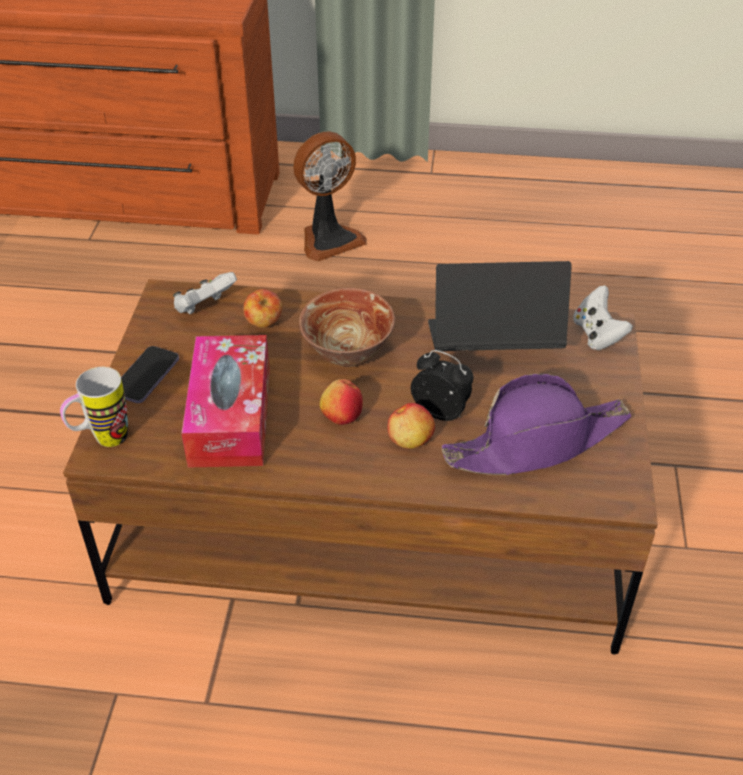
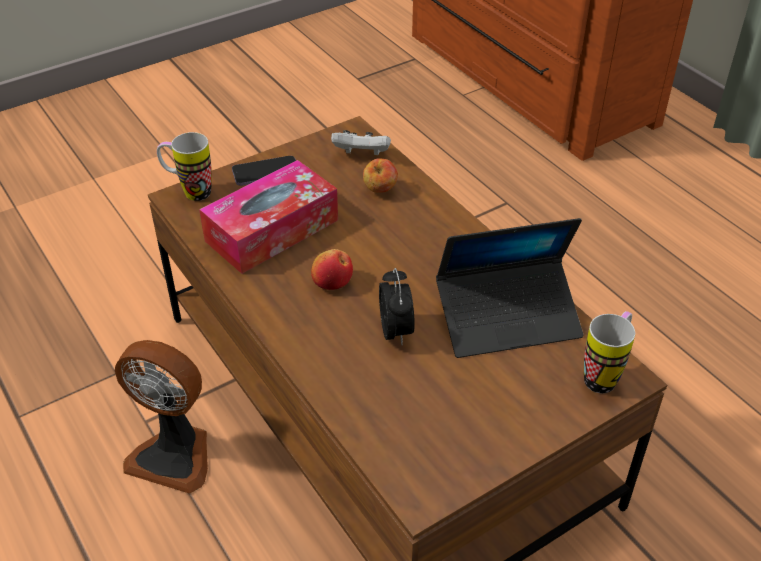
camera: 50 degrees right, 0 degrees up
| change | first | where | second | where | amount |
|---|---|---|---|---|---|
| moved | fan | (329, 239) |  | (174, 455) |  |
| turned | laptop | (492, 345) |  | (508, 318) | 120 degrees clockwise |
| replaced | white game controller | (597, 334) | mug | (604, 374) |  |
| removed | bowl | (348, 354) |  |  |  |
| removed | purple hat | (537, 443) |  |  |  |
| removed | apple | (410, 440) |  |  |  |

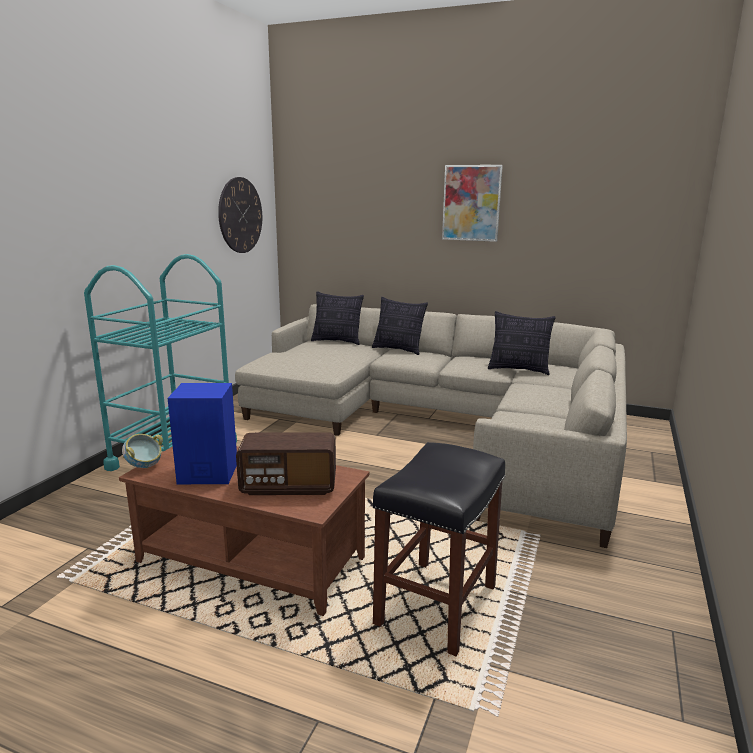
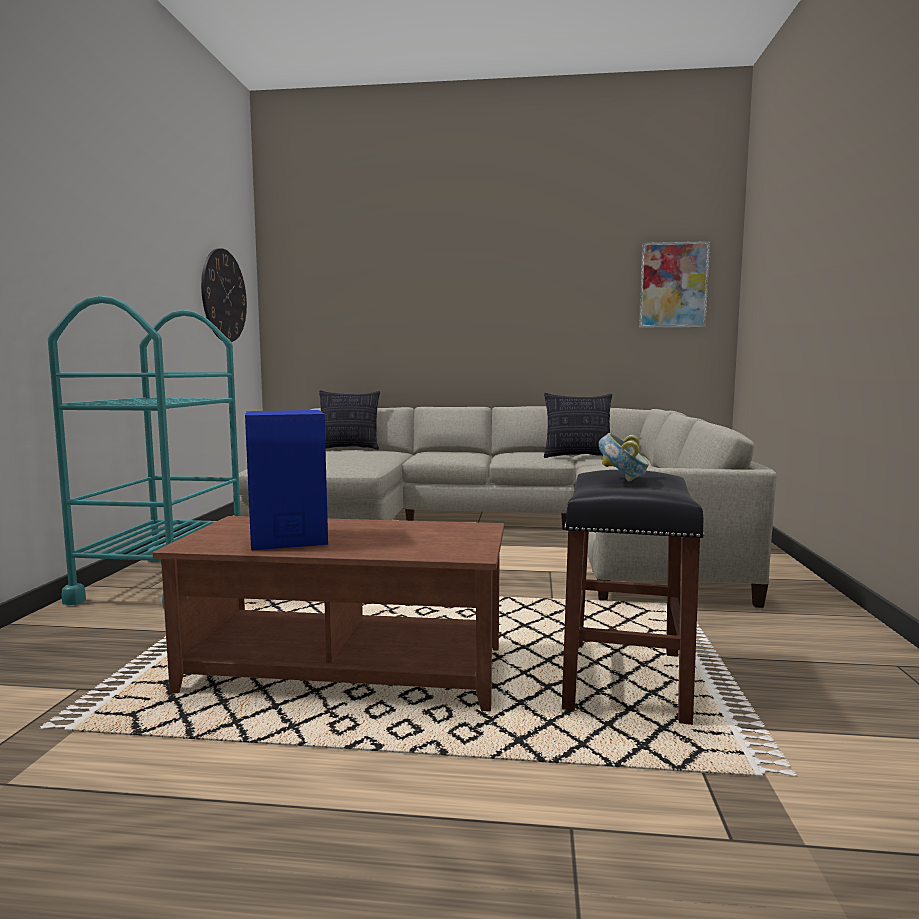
camera: 15 degrees left, 10 degrees down
| change | first | where | second | where | amount |
|---|---|---|---|---|---|
| moved | picture | (471, 203) |  | (673, 285) |  |
| removed | pillow | (398, 350) |  |  |  |
| removed | radio | (289, 486) |  |  |  |
| moved | bowl | (144, 467) |  | (623, 481) |  |

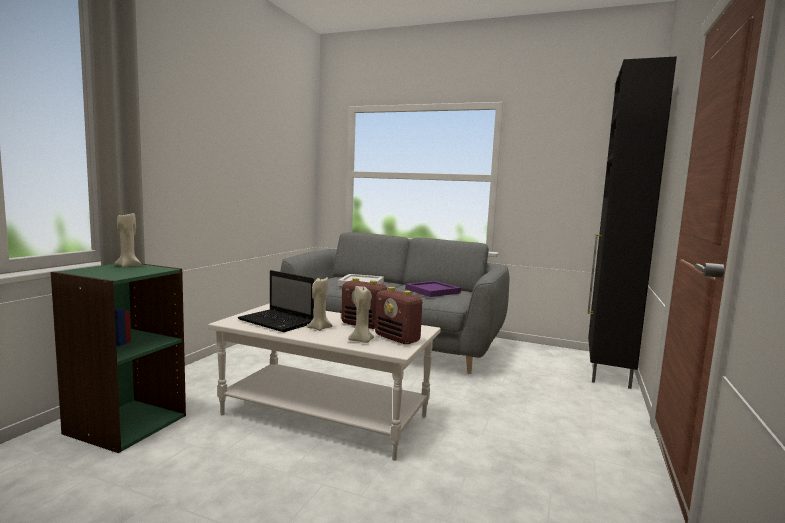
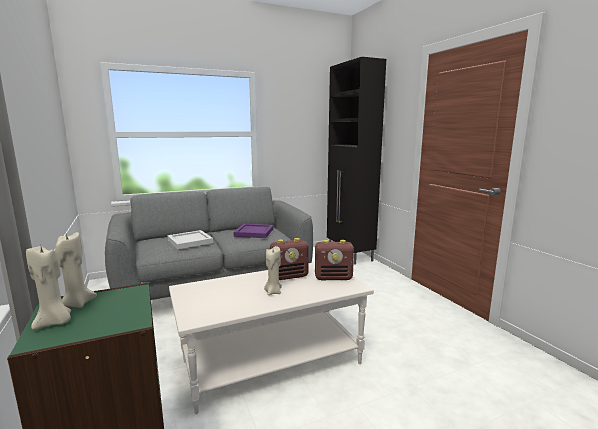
camera: 45 degrees left, 5 degrees up
| change | first | where | second | where | amount |
|---|---|---|---|---|---|
| removed | laptop | (277, 322) |  |  |  |
| moved | beige candle | (362, 341) |  | (55, 323) |  |

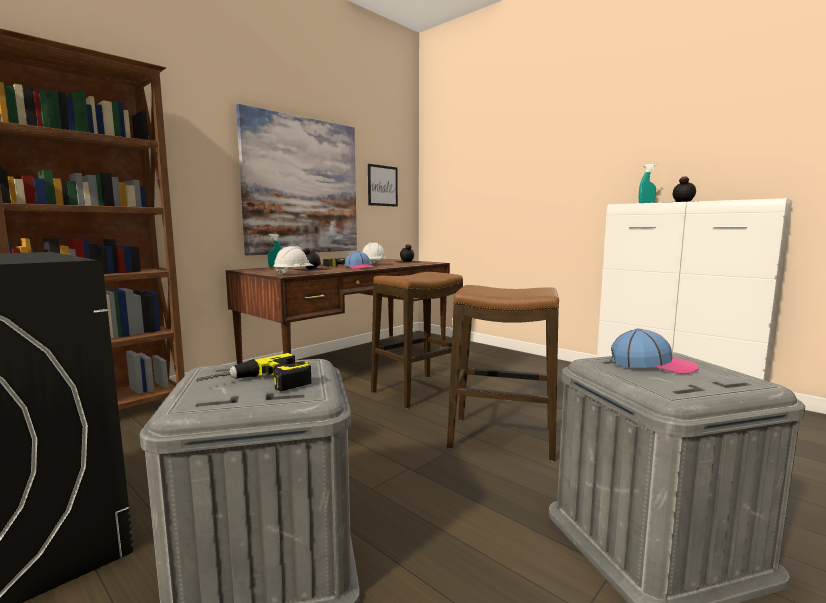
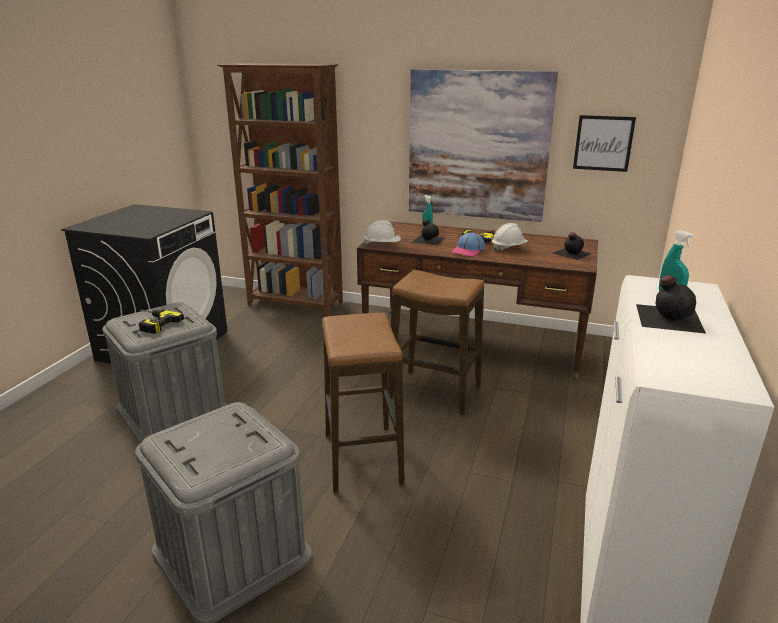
camera: 65 degrees right, 15 degrees up
| change | first | where | second | where | amount |
|---|---|---|---|---|---|
| removed | cap | (652, 364) |  |  |  |

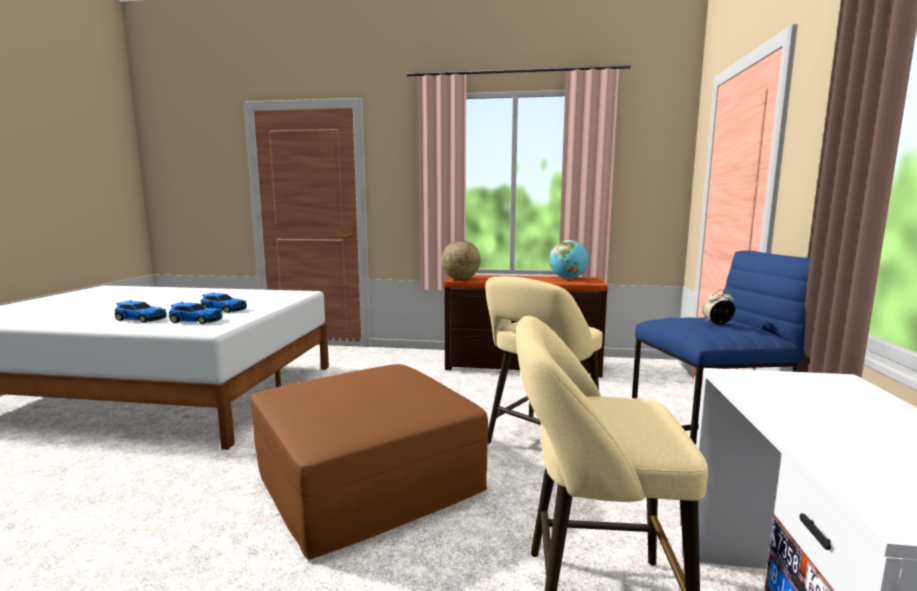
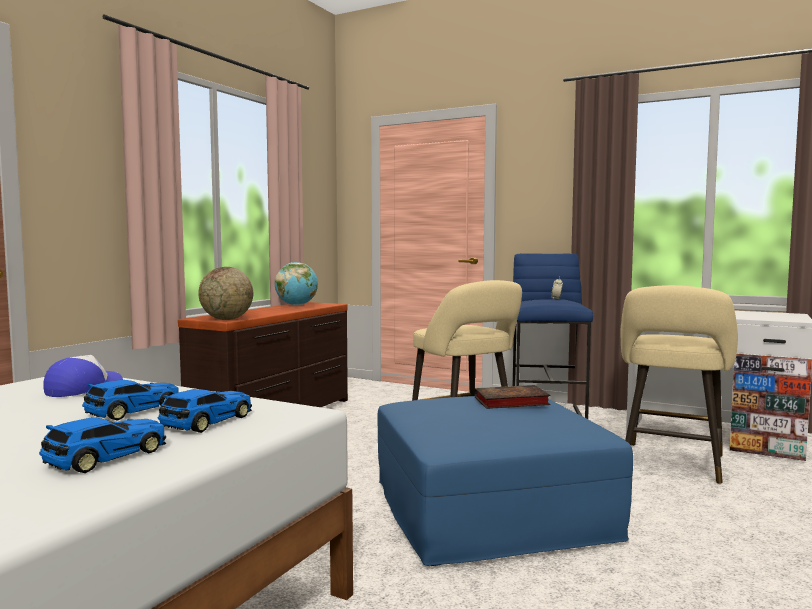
camera: 70 degrees left, 5 degrees down
| change | first | where | second | where | amount |
|---|---|---|---|---|---|
| recoloured | brown ottoman | (368, 478) | blue ottoman | (490, 510) |  |
| added |  |  | cap | (83, 388) |  |
| added |  |  | book | (509, 402) |  |

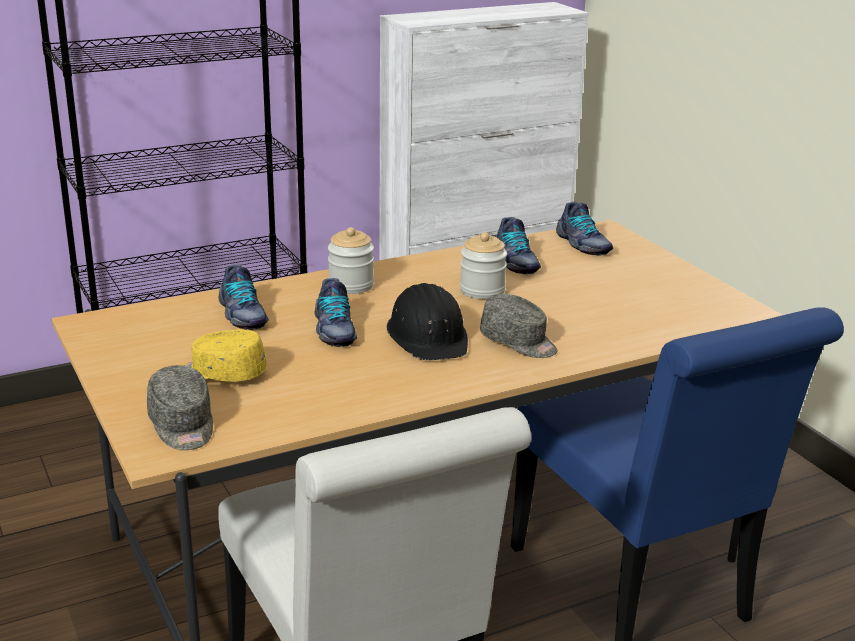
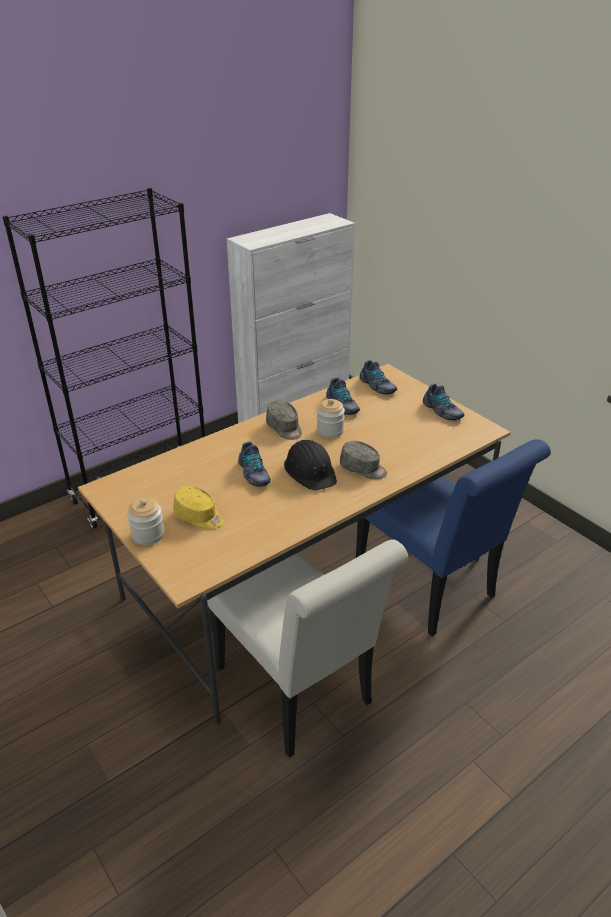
camera: 10 degrees left, 10 degrees up
| change | first | where | second | where | amount |
|---|---|---|---|---|---|
| moved | jar | (351, 285) |  | (148, 534) |  |
| moved | shoe | (242, 314) |  | (442, 411) |  |
| turned | yellow cap | (221, 373) |  | (199, 516) | 150 degrees counterclockwise |
| moved | grey cap | (182, 425) |  | (284, 428) |  |

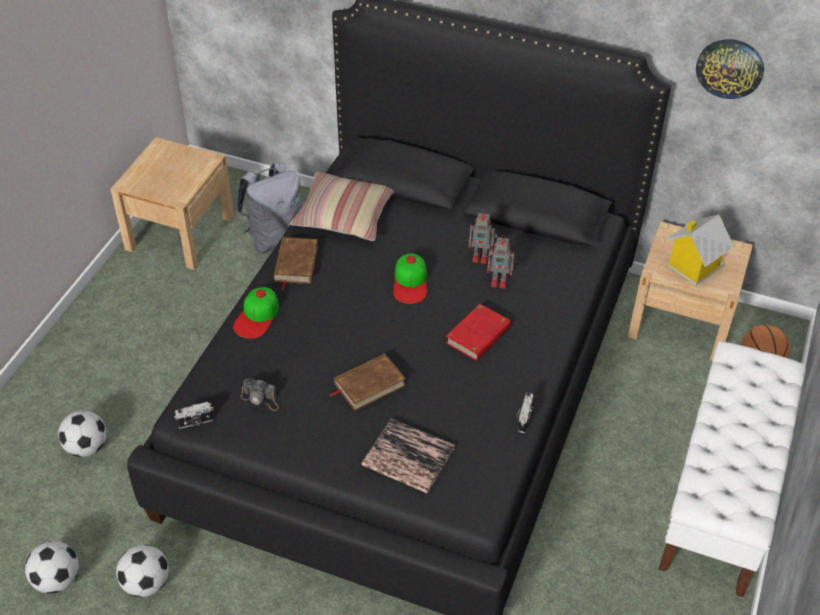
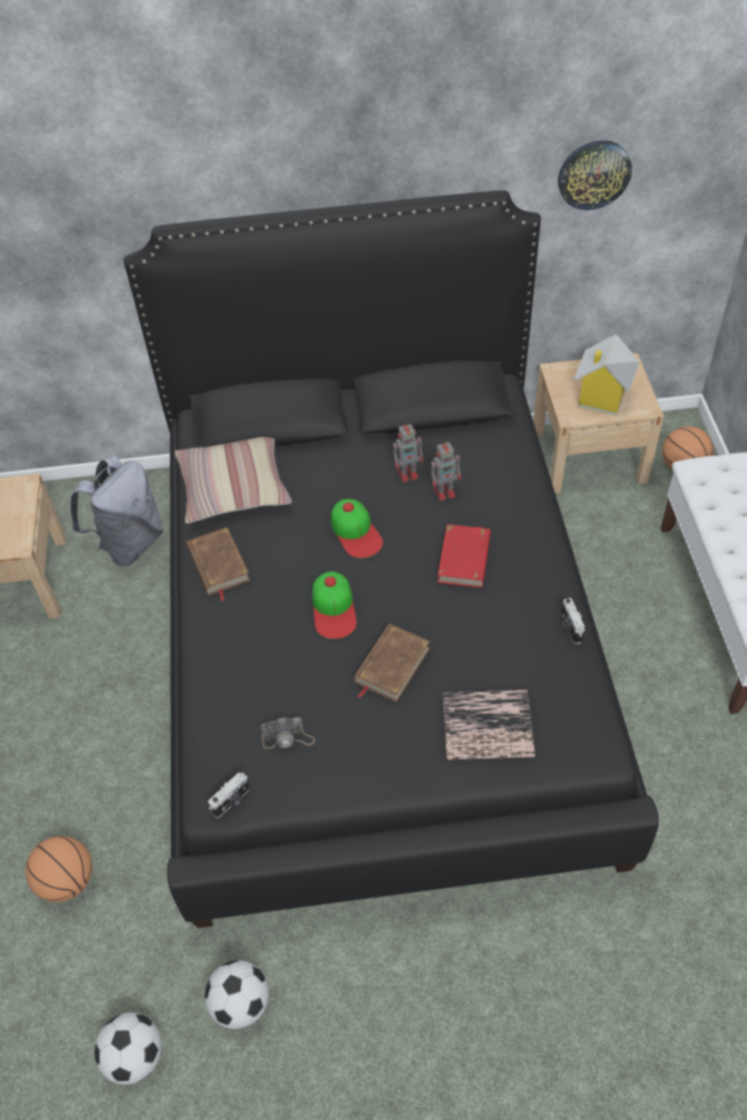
camera: 25 degrees left, 5 degrees up
| change | first | where | second | where | amount |
|---|---|---|---|---|---|
| moved | cap | (257, 316) |  | (334, 608) |  |
| replaced | football | (87, 447) | basketball | (67, 881) |  |

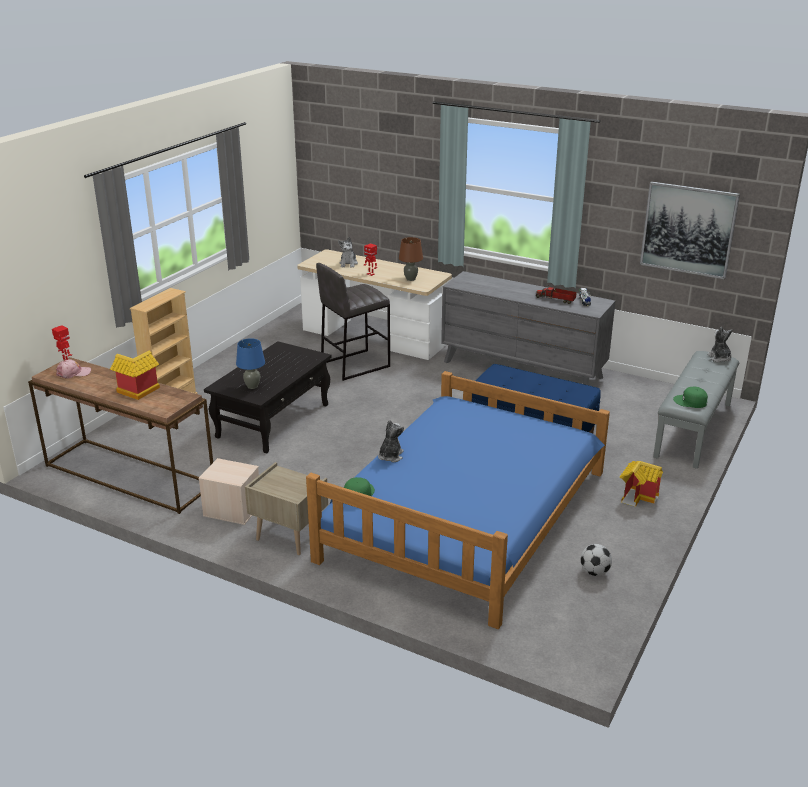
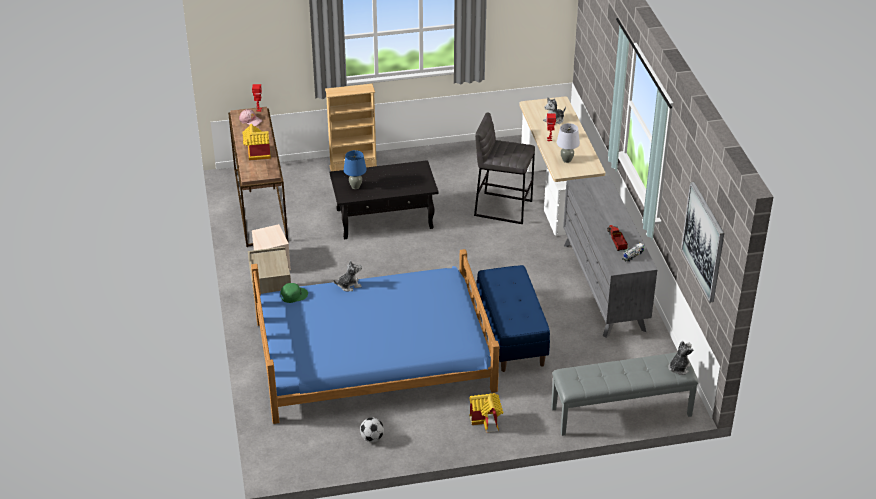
camera: 50 degrees right, 10 degrees up
| change | first | where | second | where | amount |
|---|---|---|---|---|---|
| recoloured | brown table lamp | (411, 279) | grey table lamp | (567, 160) |  |
| removed | green cap | (690, 401) |  |  |  |

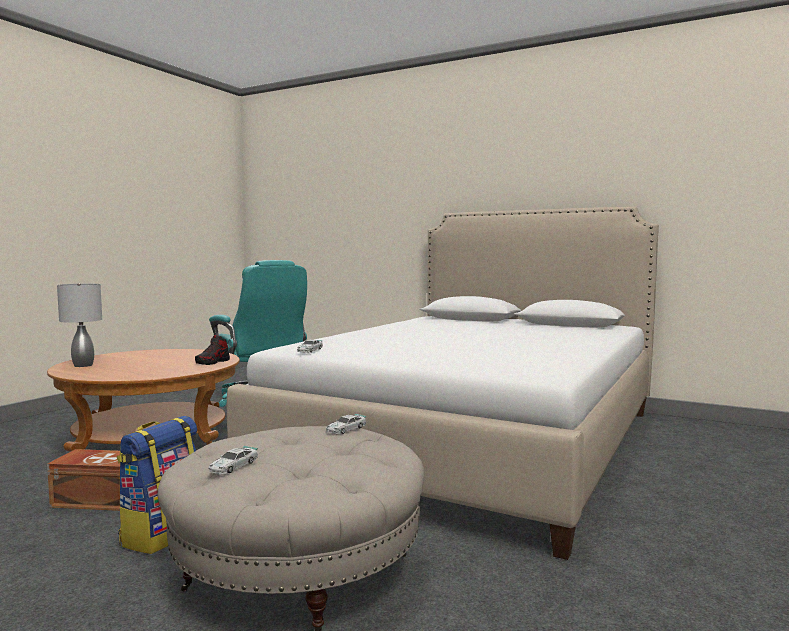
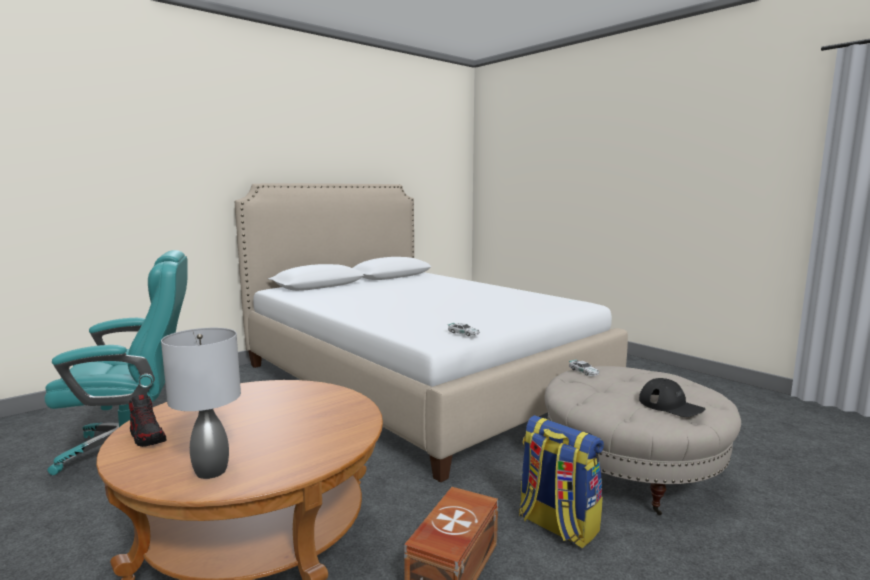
camera: 70 degrees left, 5 degrees up
| change | first | where | second | where | amount |
|---|---|---|---|---|---|
| moved | shoe | (212, 362) |  | (147, 436) |  |
| replaced | toy car | (233, 466) | black cap | (671, 405) |  |

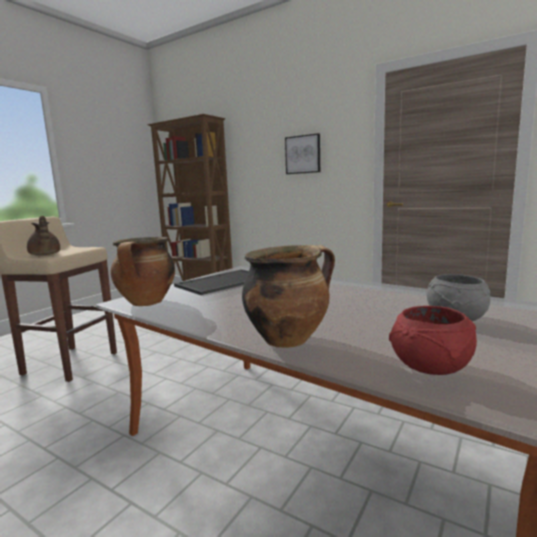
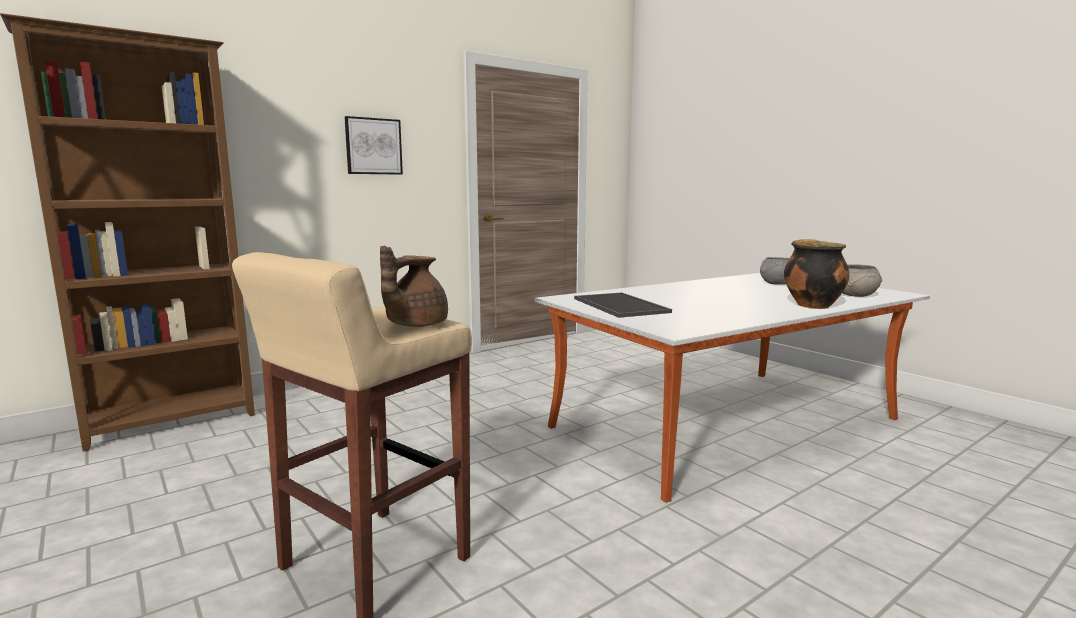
camera: 70 degrees left, 0 degrees up
| change | first | where | second | where | amount |
|---|---|---|---|---|---|
| turned | brown teapot | (44, 255) |  | (414, 325) | 135 degrees clockwise |
| removed | cooking pot | (147, 303) |  |  |  |
| recoloured | red bowl | (431, 367) | grey bowl | (856, 295) |  |

